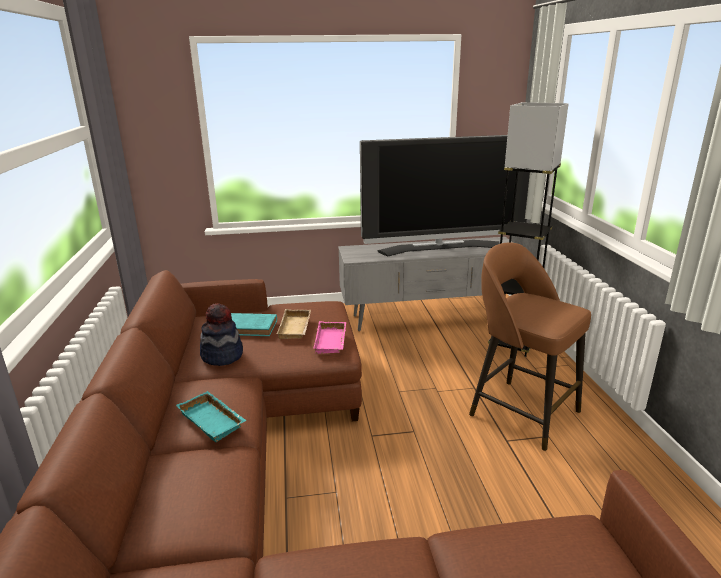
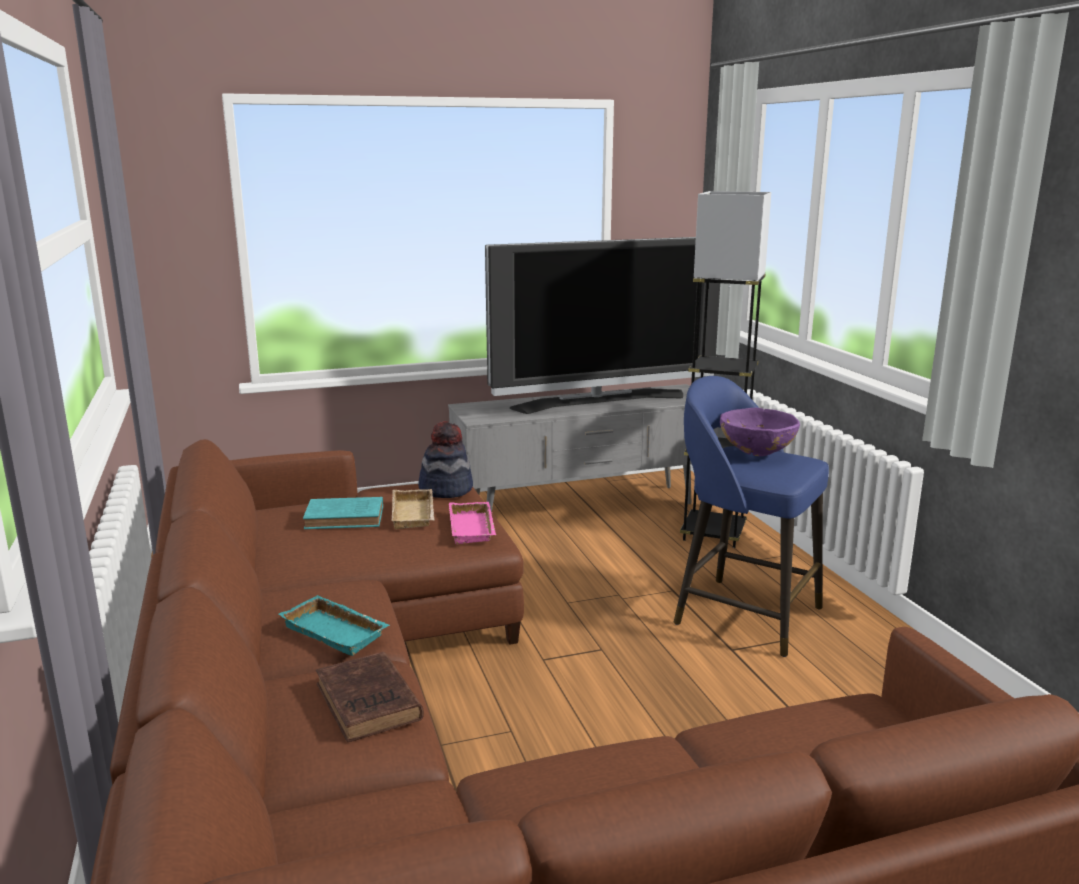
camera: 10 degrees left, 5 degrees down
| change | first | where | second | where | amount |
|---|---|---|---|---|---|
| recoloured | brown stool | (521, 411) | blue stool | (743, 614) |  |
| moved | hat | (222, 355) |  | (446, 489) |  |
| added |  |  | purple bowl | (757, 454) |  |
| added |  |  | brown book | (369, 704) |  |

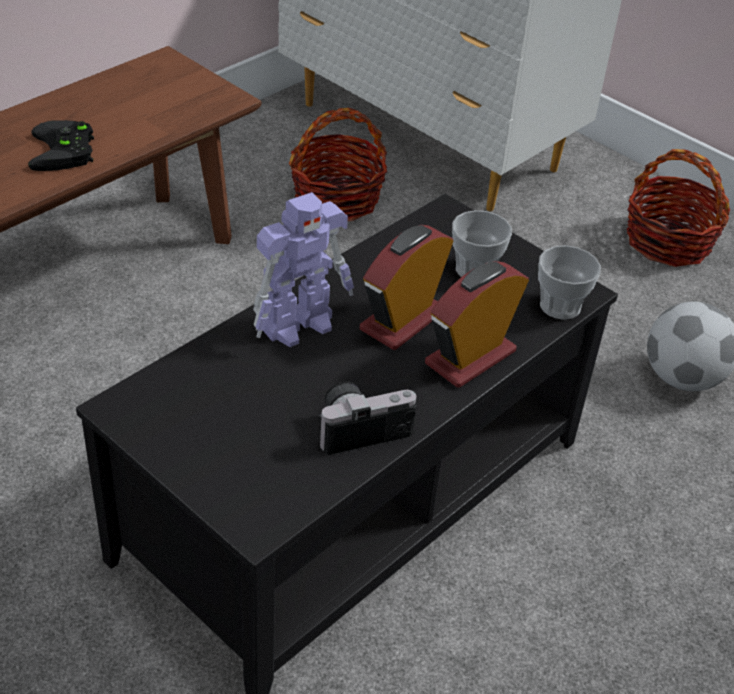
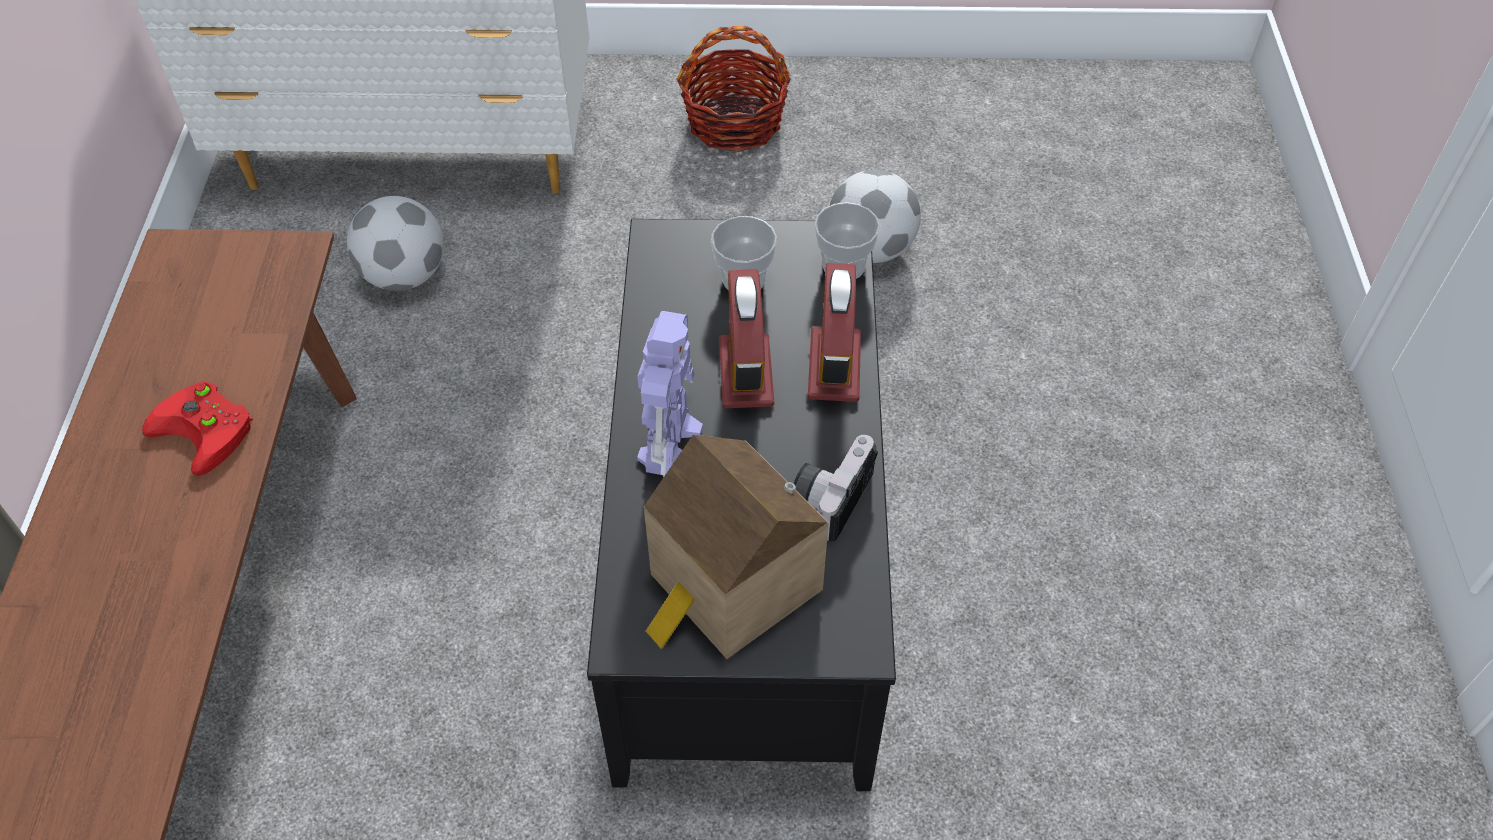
camera: 40 degrees left, 10 degrees up
| change | first | where | second | where | amount |
|---|---|---|---|---|---|
| replaced | basket | (337, 198) | football | (404, 275) |  |
| recoloured | black game controller | (65, 152) | red game controller | (208, 430) |  |
| added |  |  | toy house | (730, 588) |  |

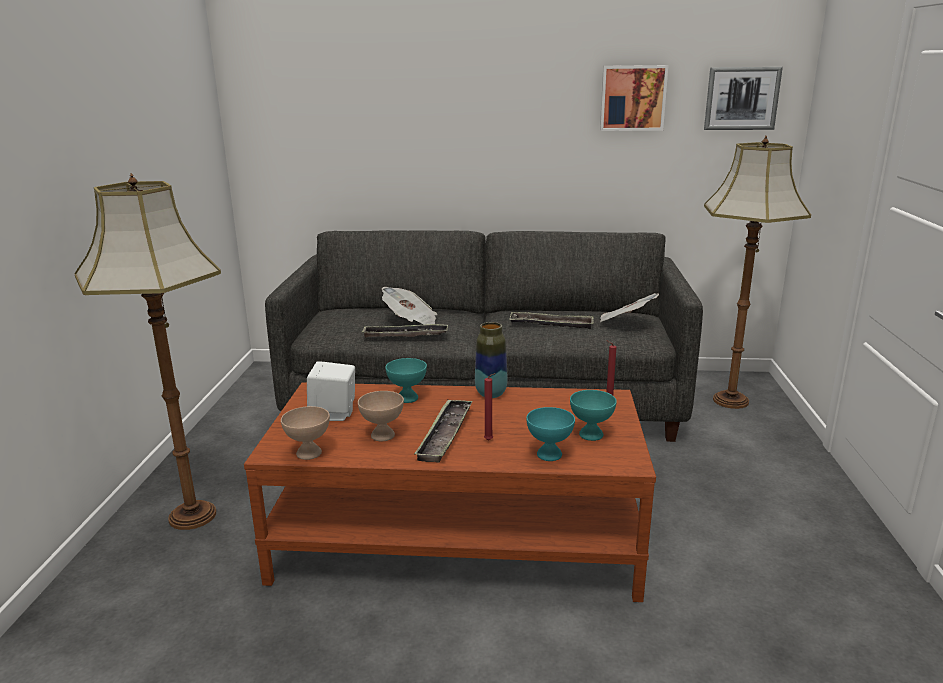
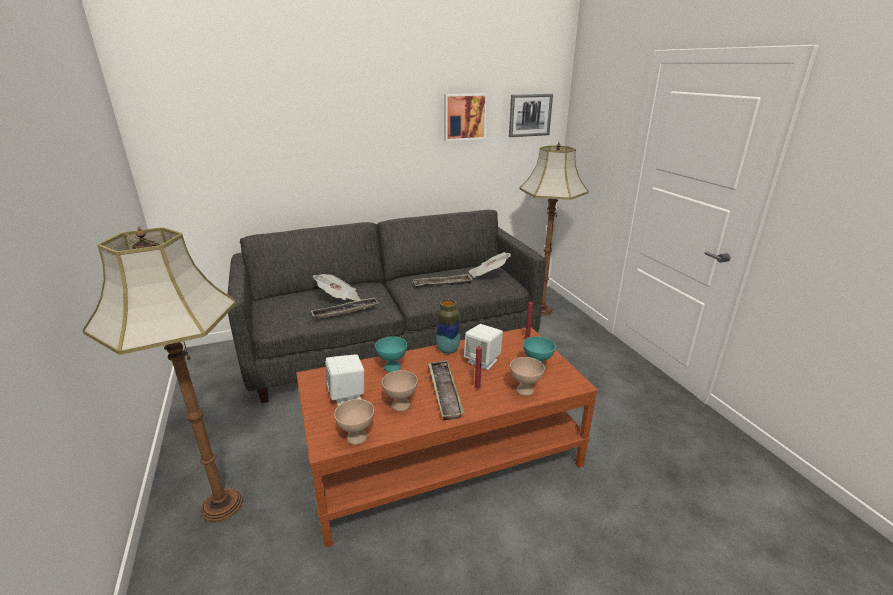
camera: 25 degrees left, 5 degrees up
| change | first | where | second | where | amount |
|---|---|---|---|---|---|
| recoloured | turquoise bowl | (550, 454) | beige bowl | (525, 390) |  |
| added |  |  | white speaker | (483, 361) |  |

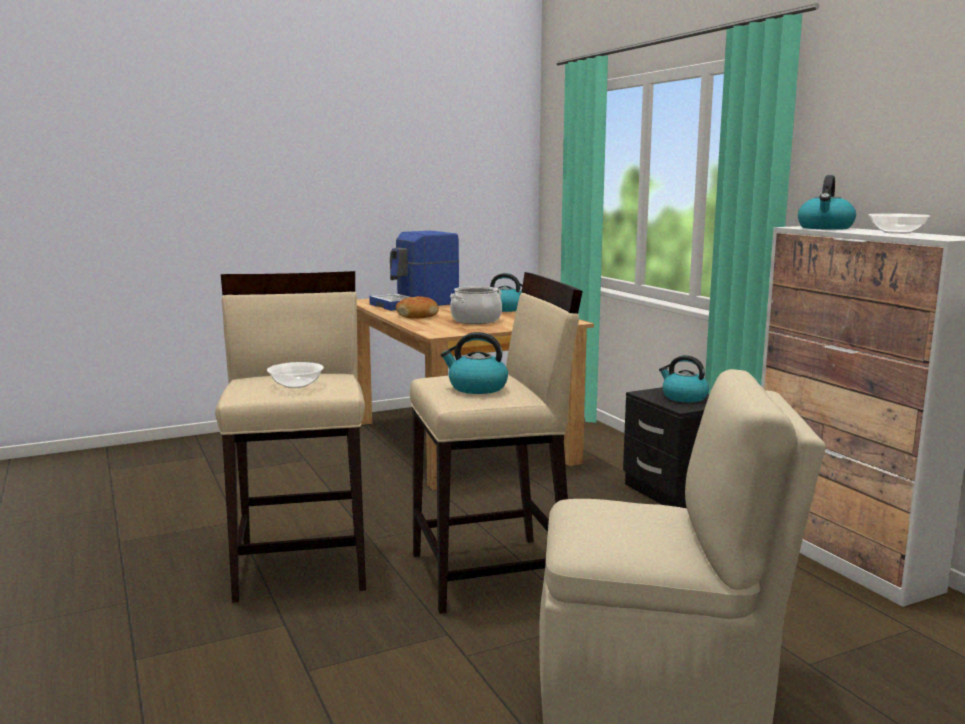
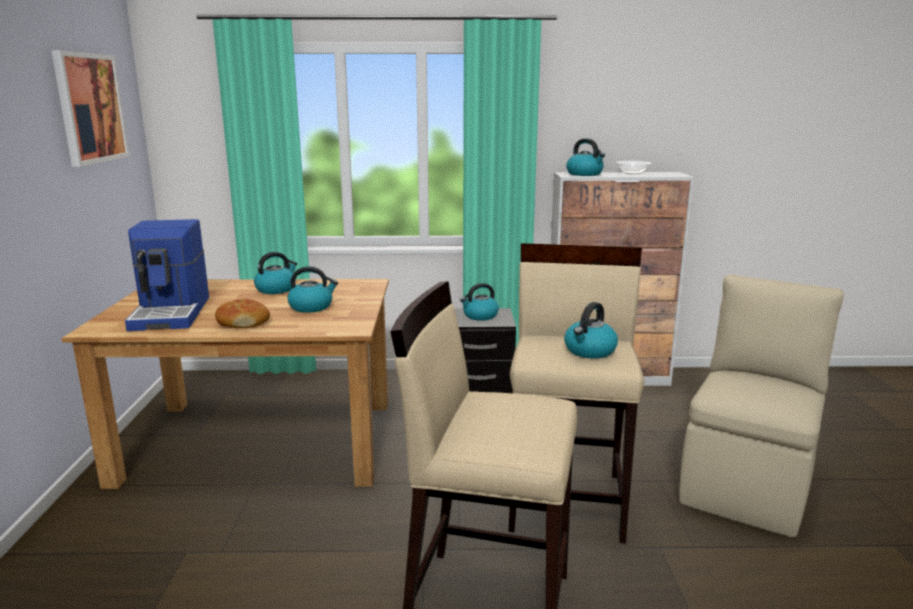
camera: 65 degrees left, 5 degrees up
| change | first | where | second | where | amount |
|---|---|---|---|---|---|
| replaced | cooking pot | (476, 320) | kettle | (311, 307) |  |
| removed | bowl | (296, 385) |  |  |  |
| added |  |  | picture | (90, 108) |  |

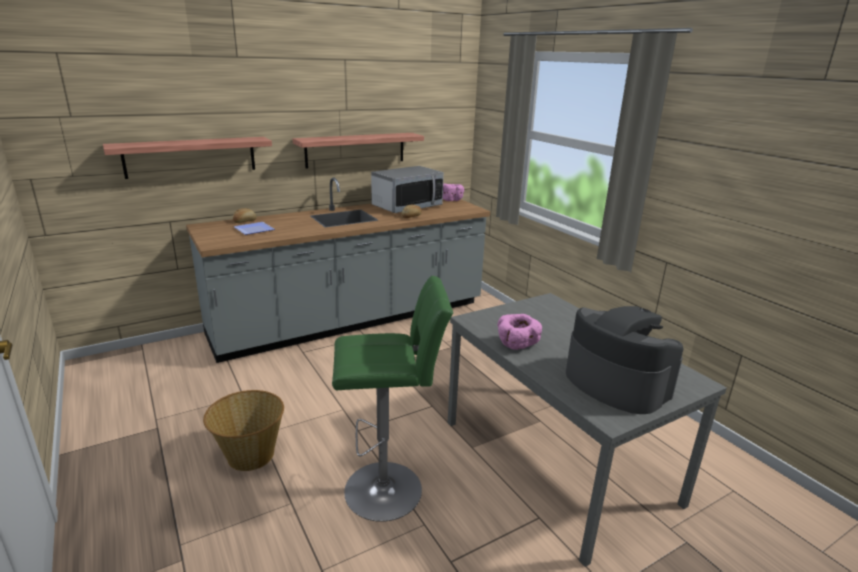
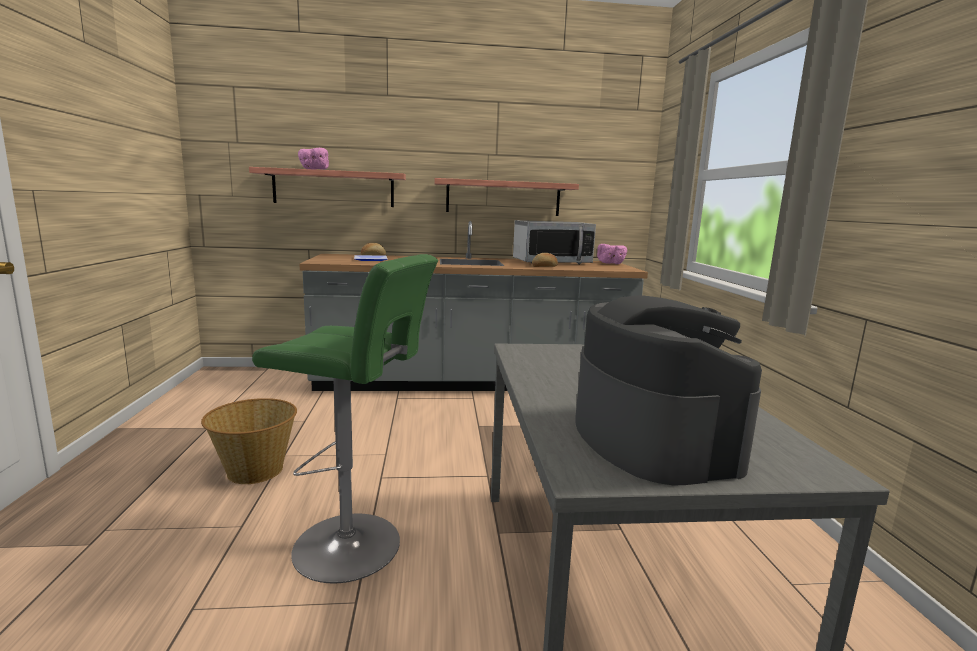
camera: 25 degrees right, 10 degrees down
| change | first | where | second | where | amount |
|---|---|---|---|---|---|
| moved | pink bowl | (516, 345) |  | (314, 169) |  |

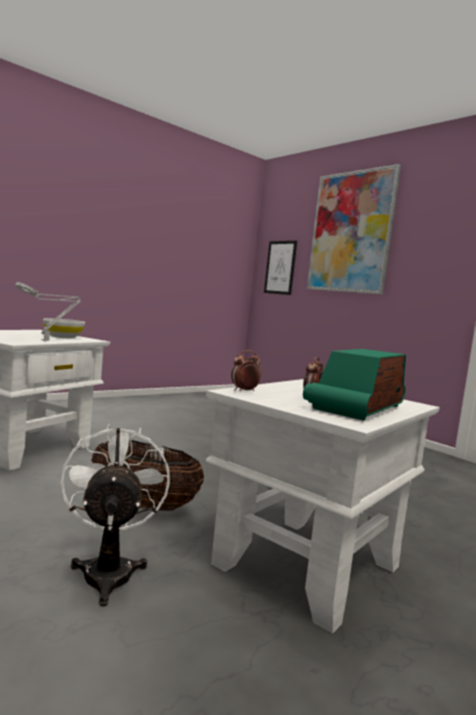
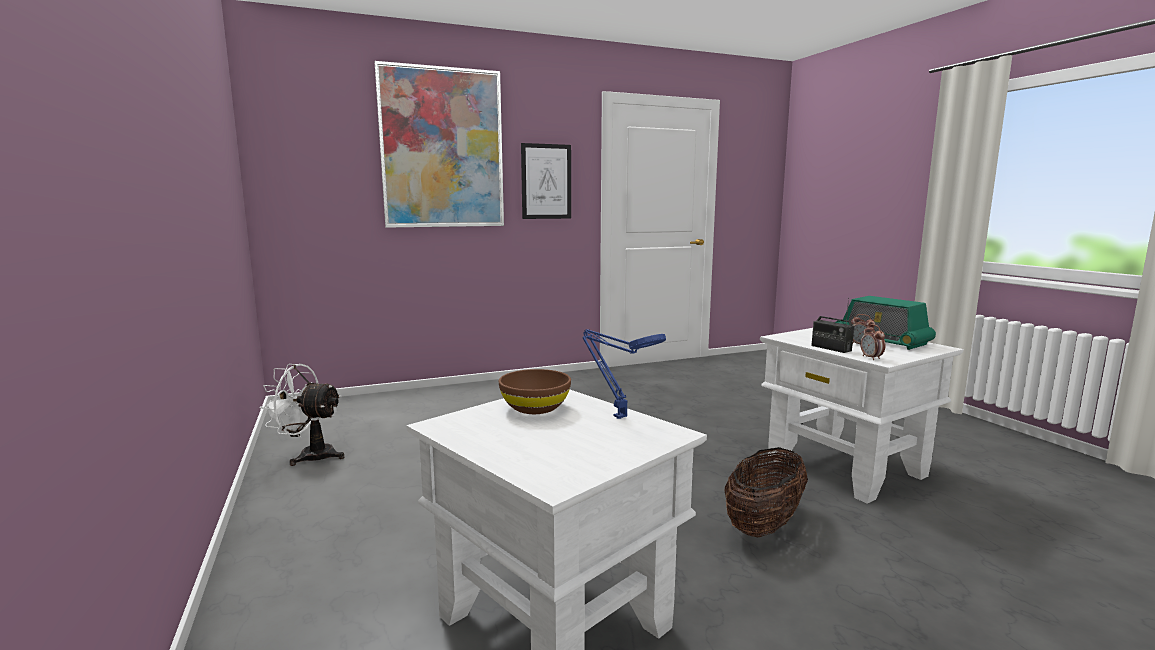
camera: 70 degrees left, 5 degrees up
| change | first | where | second | where | amount |
|---|---|---|---|---|---|
| moved | picture | (280, 267) |  | (546, 181) |  |
| recoloured | grey table lamp | (47, 341) | blue table lamp | (617, 416) |  |
| recoloured | white bowl | (63, 337) | brown bowl | (535, 408) |  |
| moved | white fan | (109, 570) |  | (309, 455) |  |
| added |  |  | radio | (831, 348) |  |

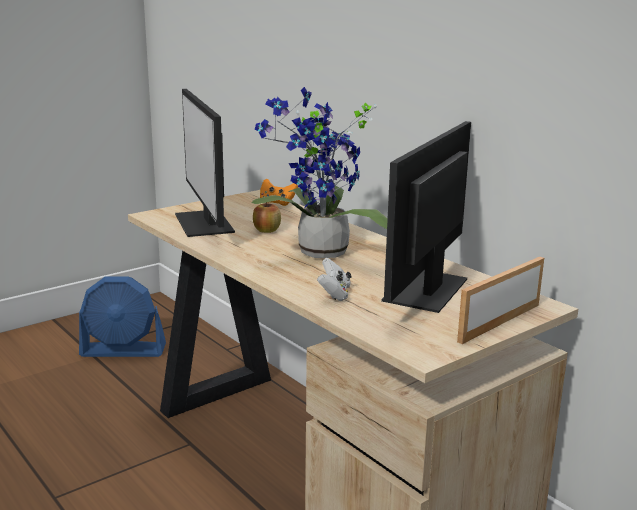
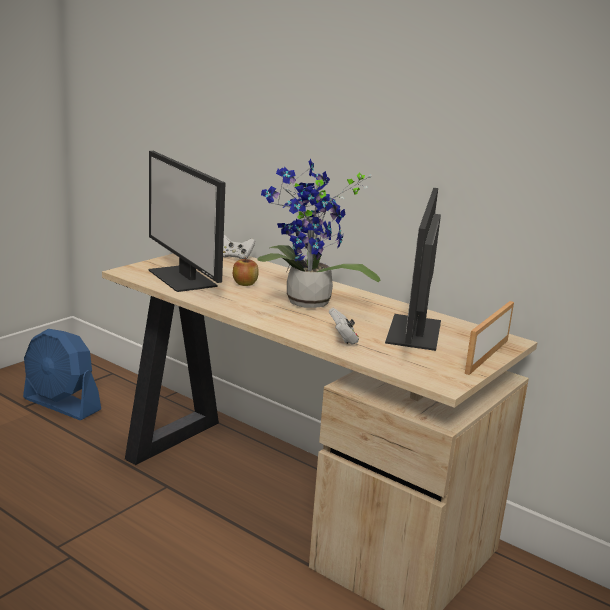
camera: 15 degrees left, 0 degrees up
| change | first | where | second | where | amount |
|---|---|---|---|---|---|
| recoloured | orange game controller | (277, 203) | white game controller | (235, 257) |  |
| turned | blue fan | (123, 350) |  | (62, 405) | 45 degrees clockwise |

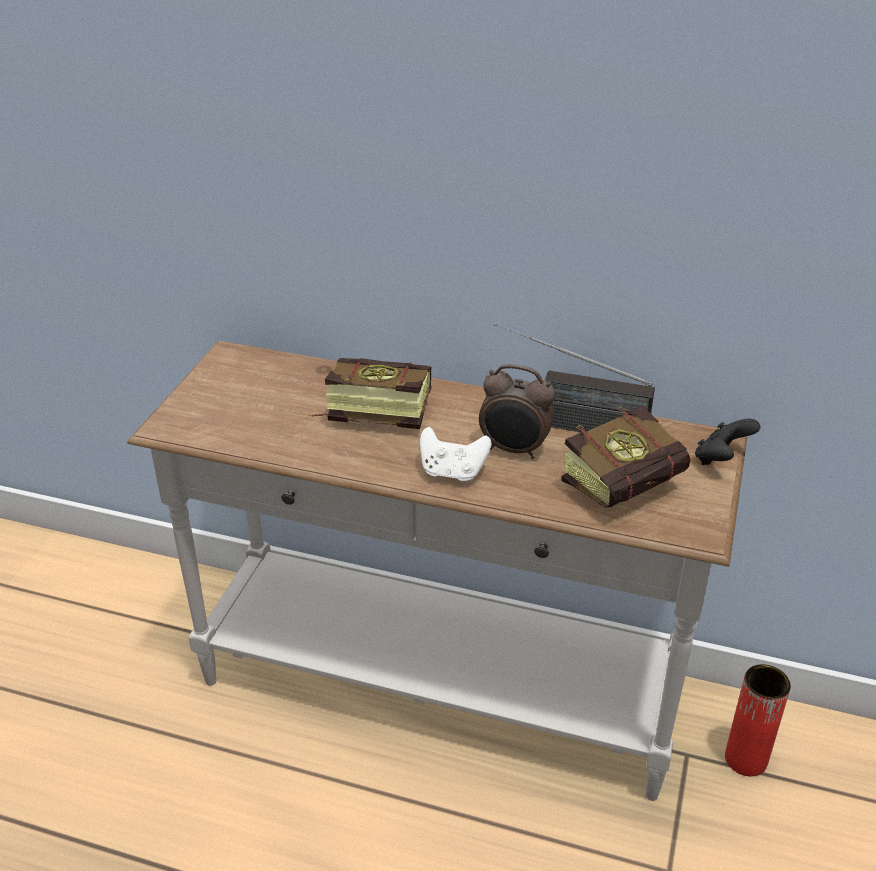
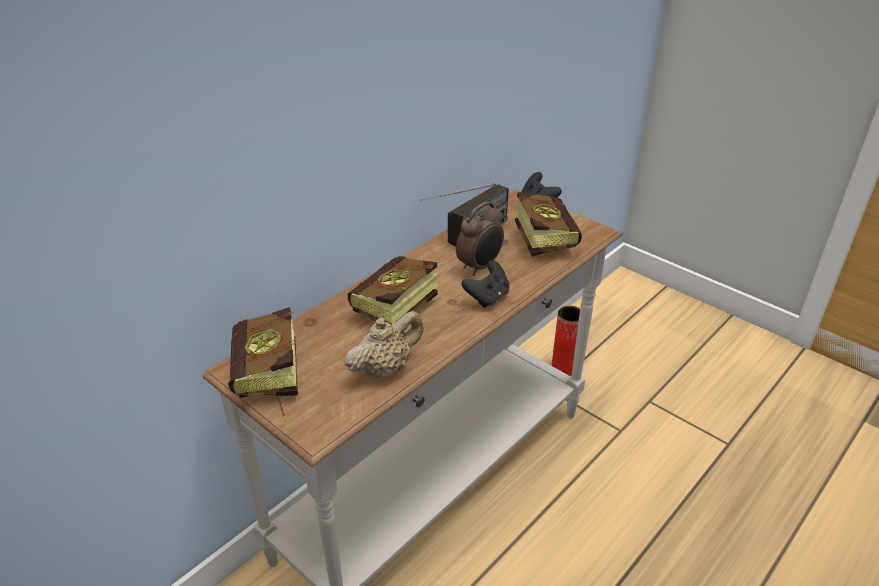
camera: 65 degrees left, 0 degrees up
| change | first | where | second | where | amount |
|---|---|---|---|---|---|
| recoloured | white game controller | (452, 472) | black game controller | (487, 297) |  |
| added |  |  | book | (268, 383) |  |
| added |  |  | beige teapot | (385, 368) |  |

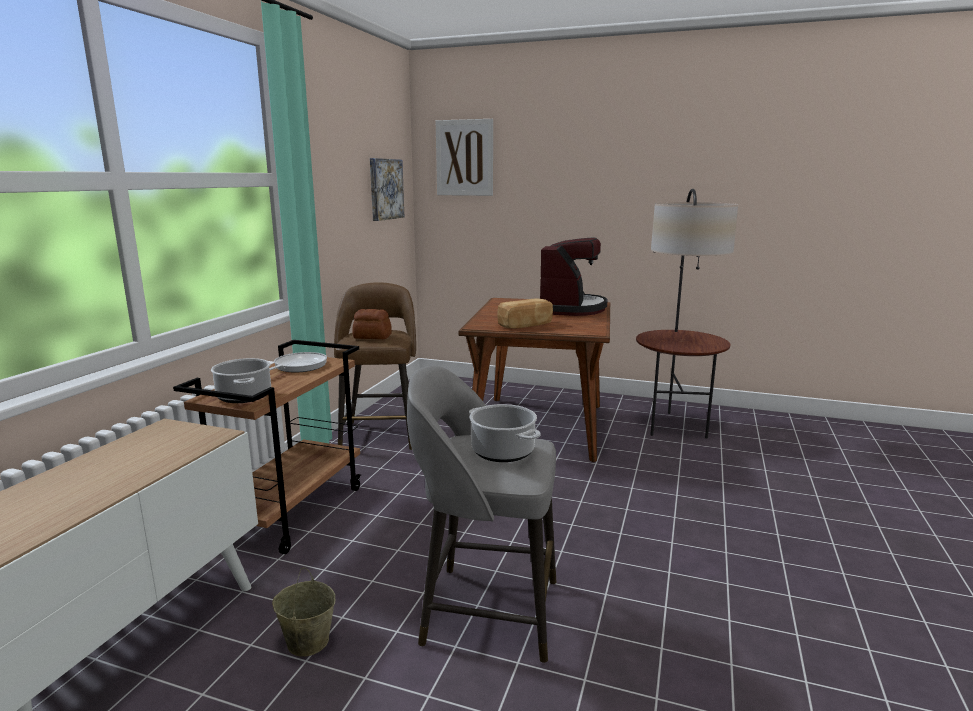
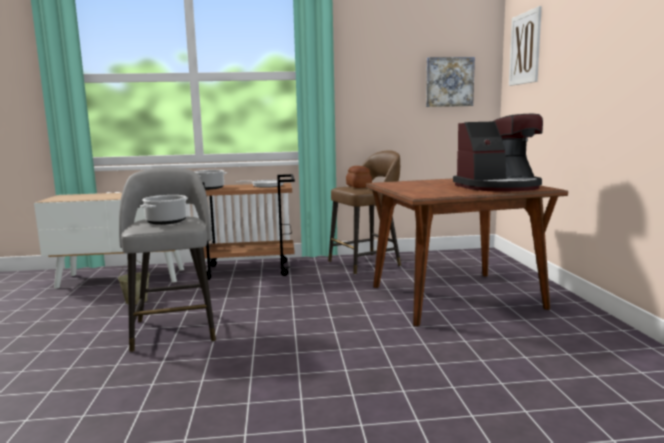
camera: 65 degrees right, 5 degrees down
| change | first | where | second | where | amount |
|---|---|---|---|---|---|
| removed | floor lamp | (674, 426) |  |  |  |
| removed | bread | (526, 325) |  |  |  |

